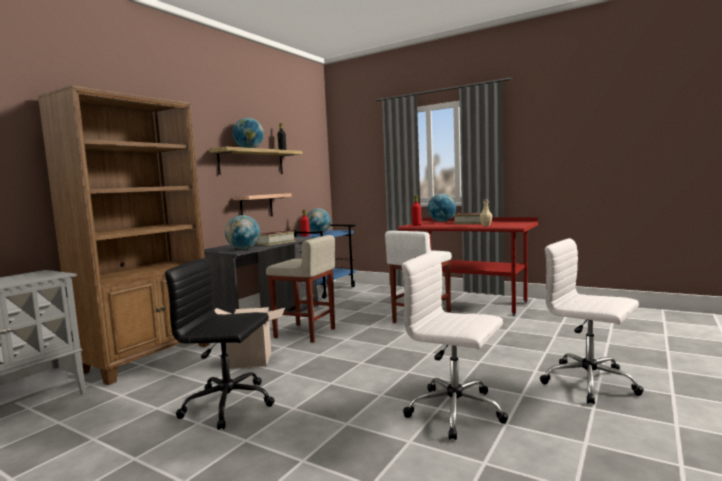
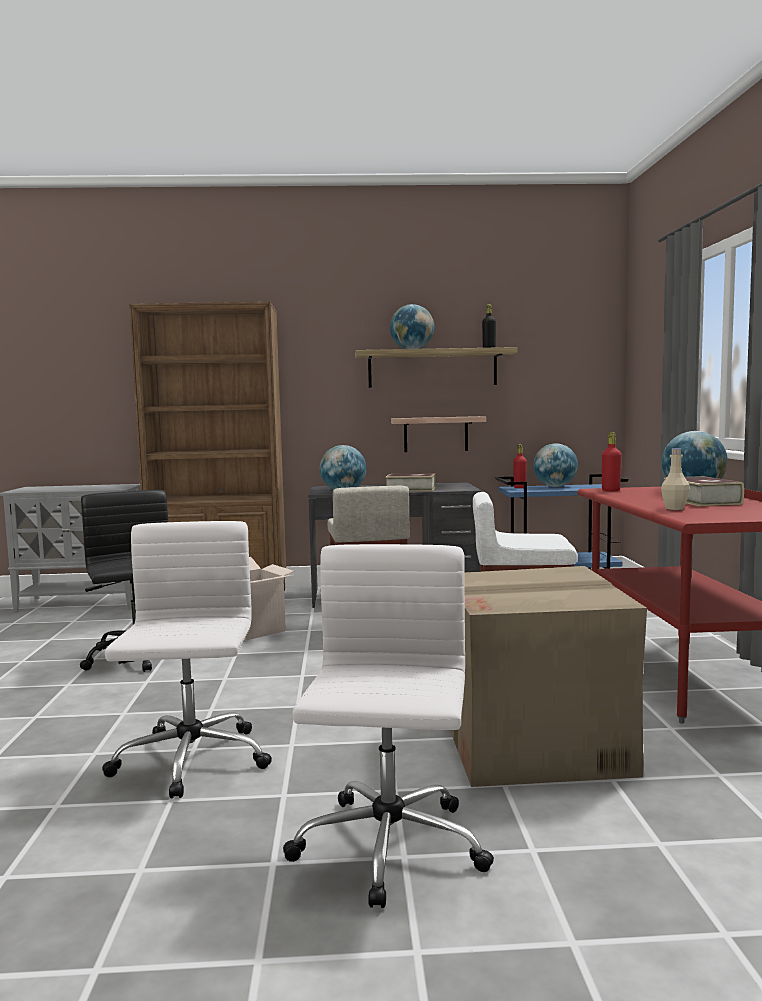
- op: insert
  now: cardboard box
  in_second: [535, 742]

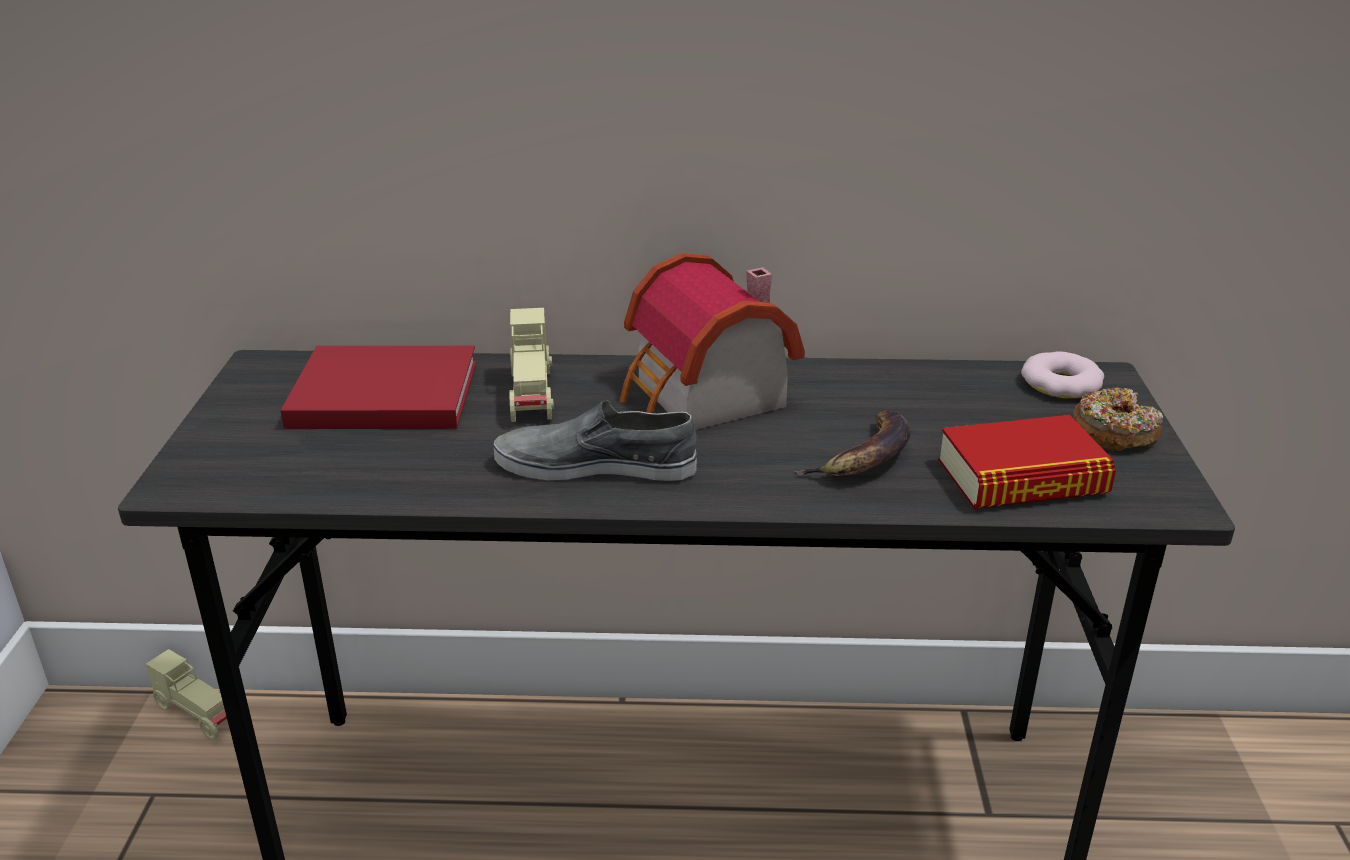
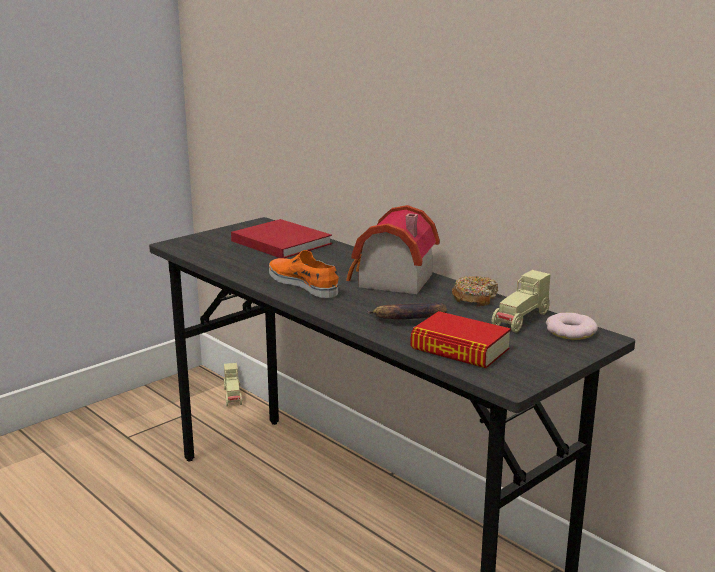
- op: move
  was: beige toy car
  in_first: [532, 396]
  in_second: [521, 320]
- op: move
  was: donut
  in_first: [1114, 432]
  in_second: [474, 298]
- op: recolor
  was: grey shoe
  now: orange shoe
  in_first: [596, 465]
  in_second: [303, 284]

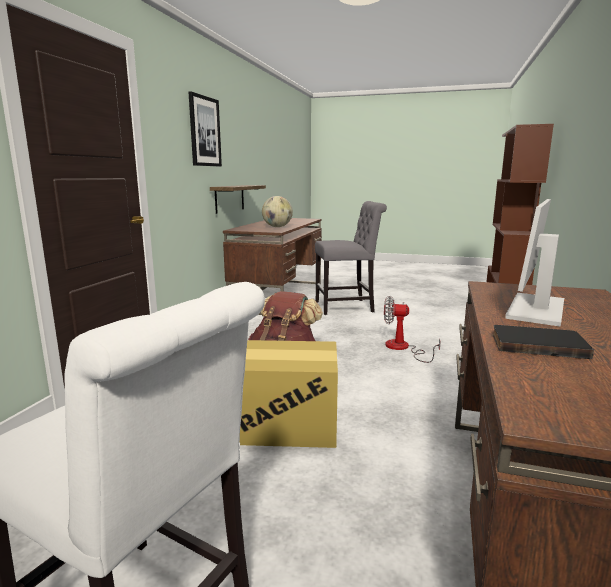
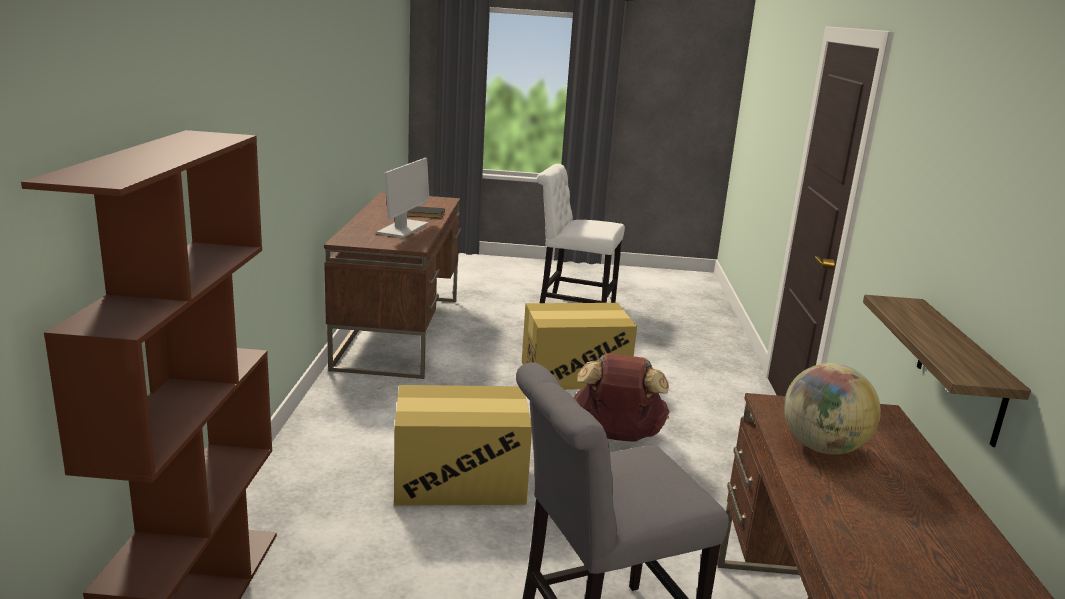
- op: delete
  was: picture
  in_first: [204, 131]
- op: replace
  was: fan
  now: cardboard box
  in_first: [403, 348]
  in_second: [459, 480]

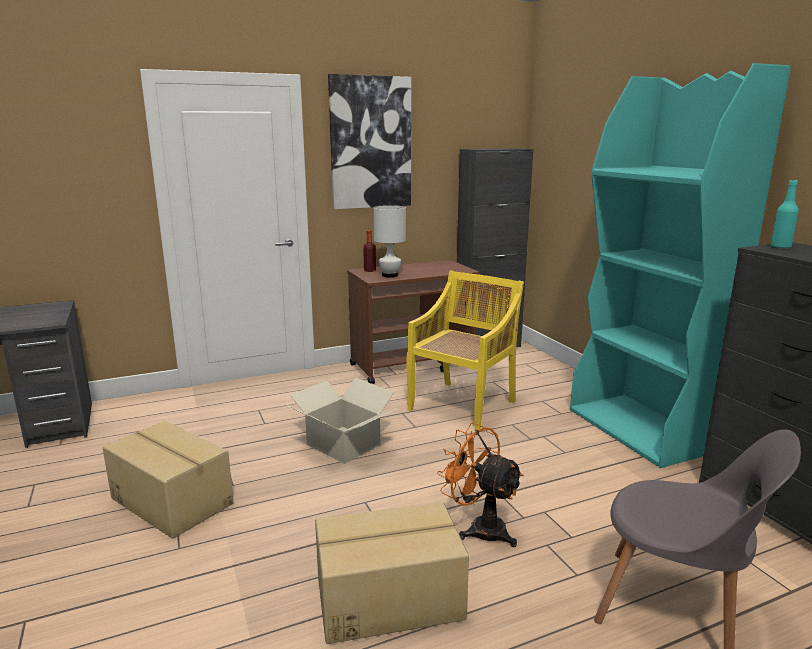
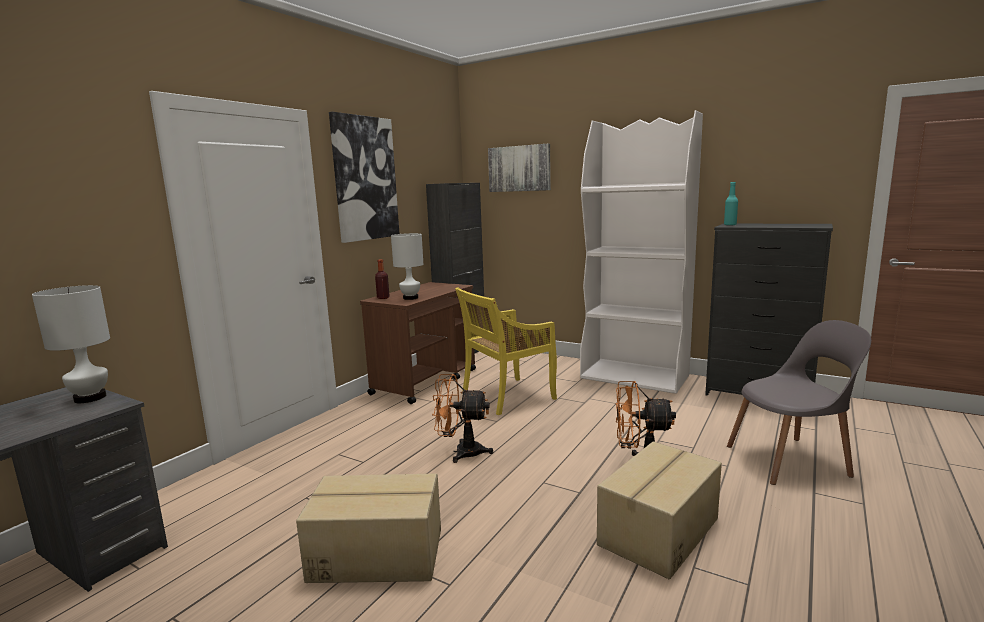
- op: recolor
  was: turquoise bookcase
  now: white bookcase
  in_first: [641, 430]
  in_second: [635, 376]
- op: rotate
  was: yellow chair
  in_first: [463, 405]
  in_second: [507, 396]
  clockwise: -120
- op: replace
  was: cardboard box
  now: orange fan
  in_first: [343, 445]
  in_second: [461, 452]
- op: insert
  now: picture
  in_second: [519, 168]
- op: insert
  now: white table lamp
  in_second: [90, 398]

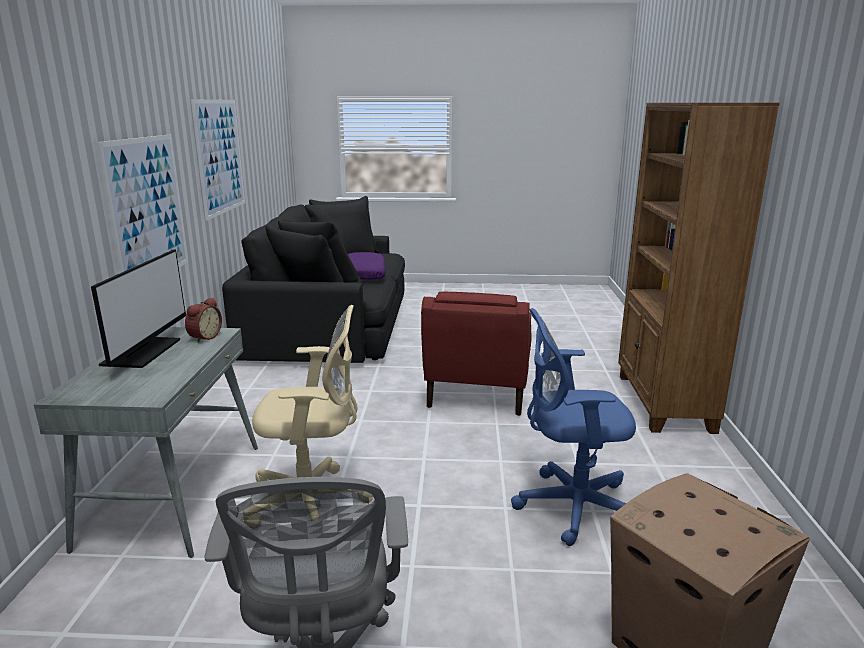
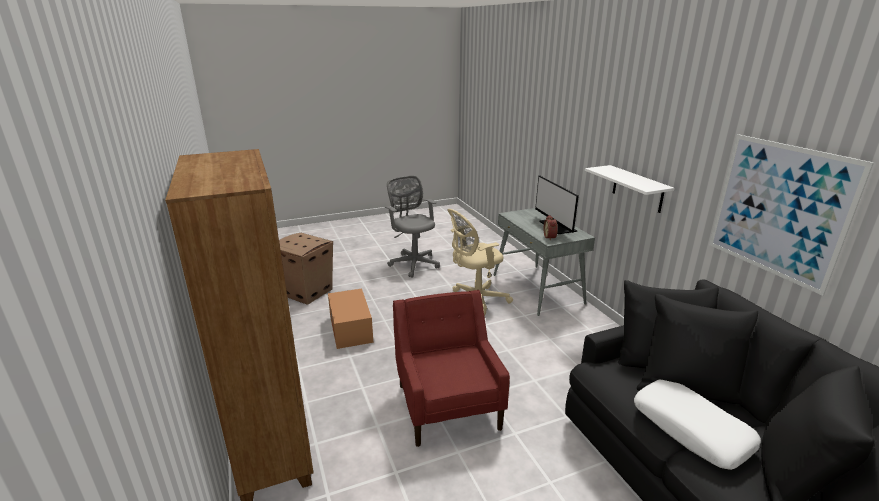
- op: replace
  was: picture
  now: white shelf
  in_first: [148, 210]
  in_second: [637, 189]
- op: recolor
  was: purple pillow
  now: white pillow
  in_first: [364, 274]
  in_second: [691, 429]
- op: replace
  was: blue office chair
  now: cardboard box
  in_first: [571, 507]
  in_second: [351, 329]

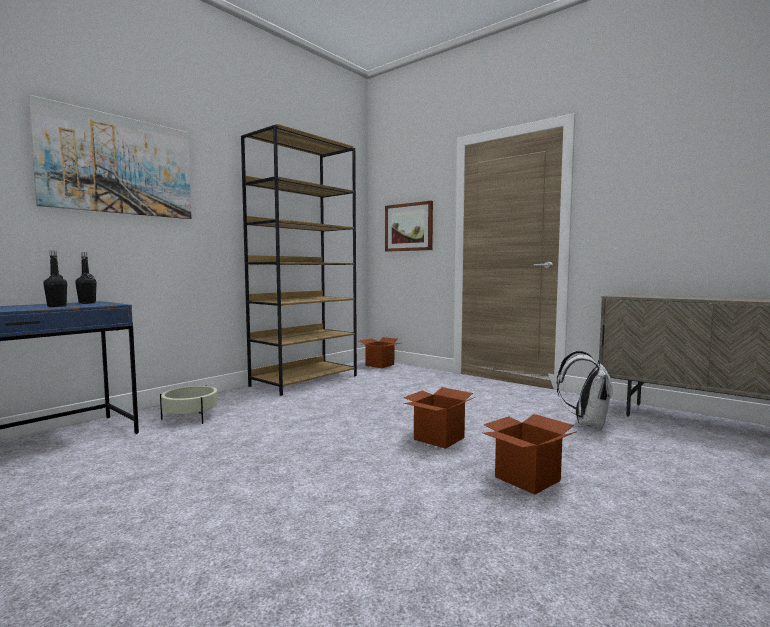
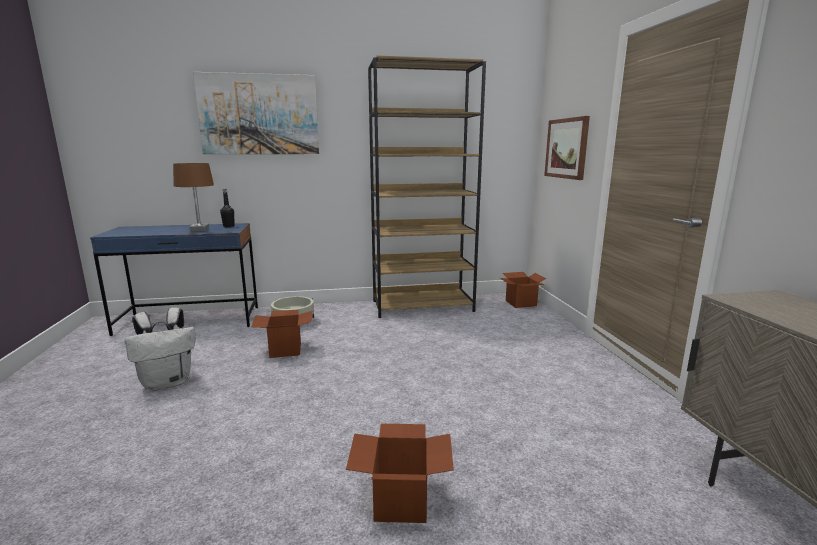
- op: replace
  was: black bottle
  now: brown table lamp
  in_first: [57, 306]
  in_second: [199, 230]
- op: move
  was: white backpack
  in_first: [586, 424]
  in_second: [168, 382]
- op: move
  was: cardboard box
  in_first: [439, 438]
  in_second: [285, 350]

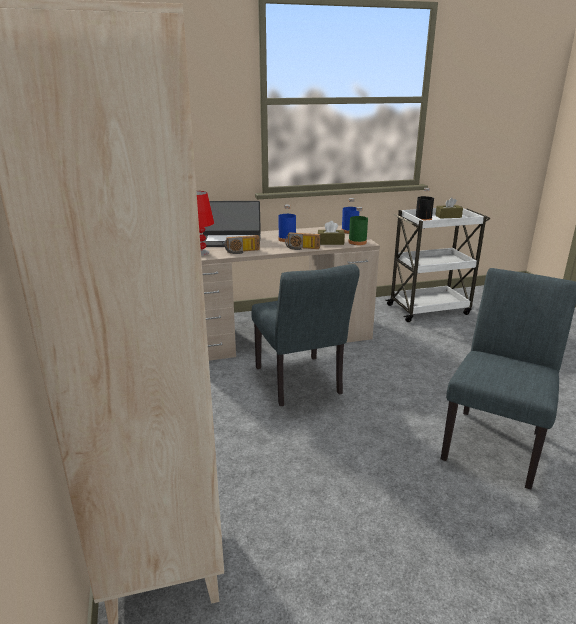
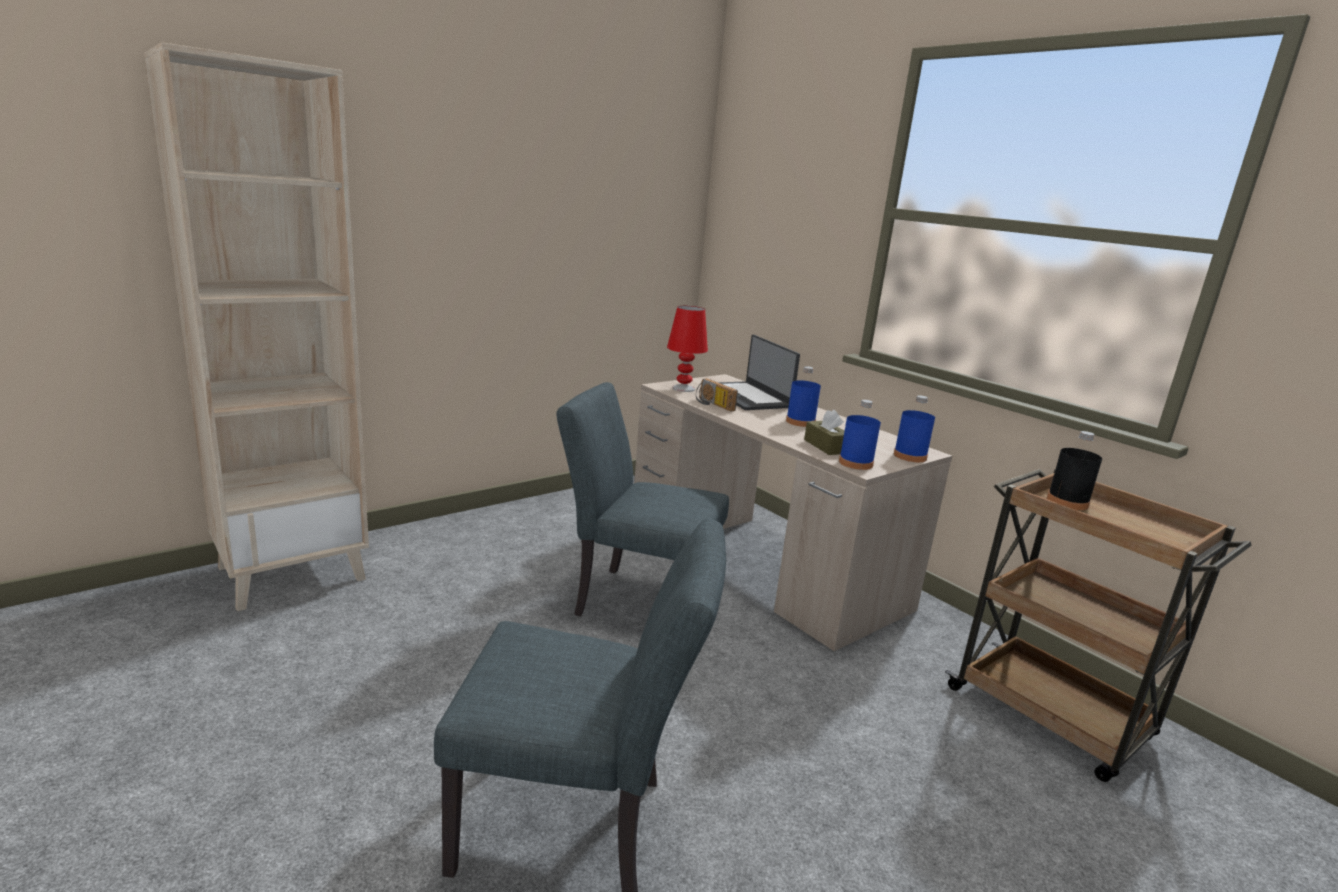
- op: delete
  was: brown tissue box
  in_first: [448, 216]
- op: recolor
  was: white cart
  now: brown cart
  in_first: [429, 309]
  in_second: [1052, 716]
- op: recolor
  was: green bottle
  now: blue bottle
  in_first: [357, 242]
  in_second: [855, 463]
- op: delete
  was: radio
  in_first: [302, 248]
- op: rotate
  was: grey chair
  in_first: [300, 384]
  in_second: [635, 601]
  clockwise: 60

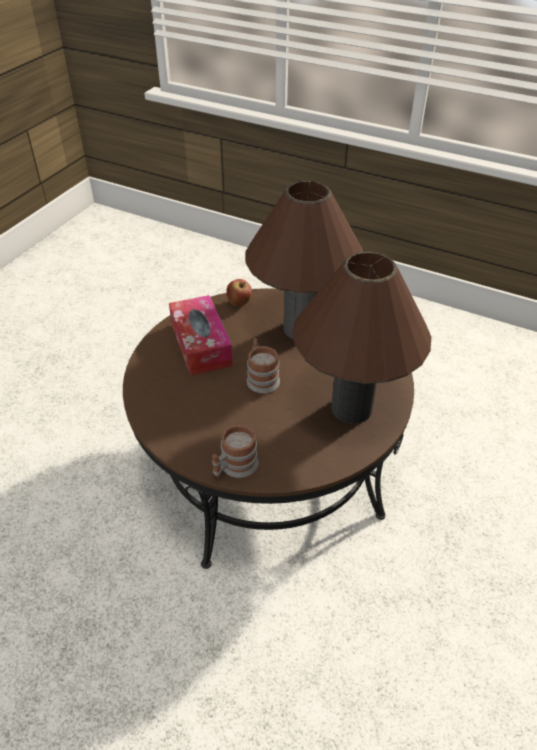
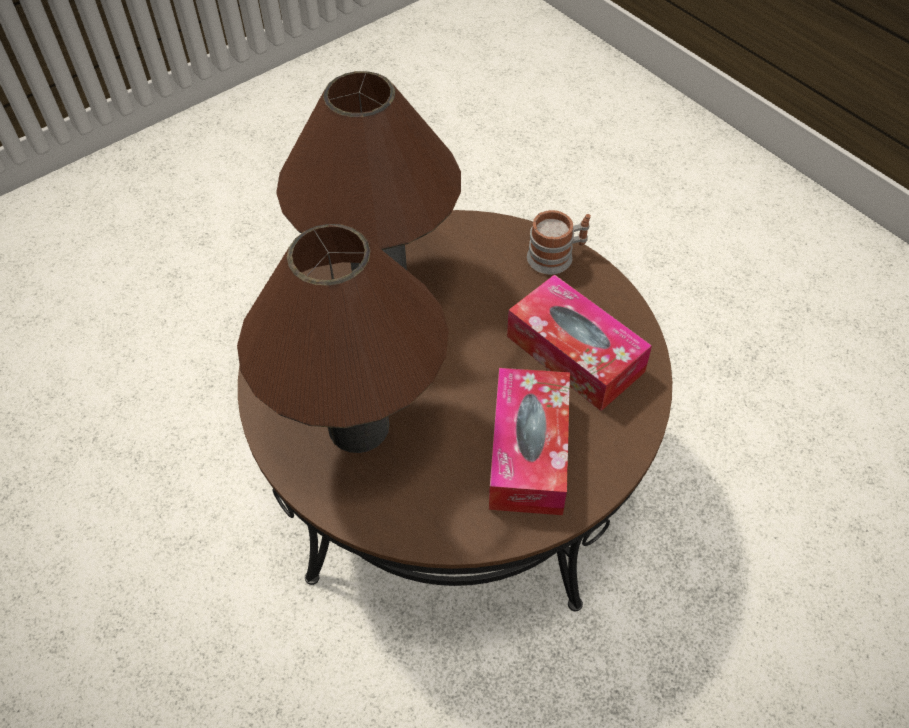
- op: delete
  was: apple
  in_first: [239, 303]
- op: delete
  was: mug
  in_first: [261, 378]
- op: insert
  now: tissue box
  in_second: [575, 354]

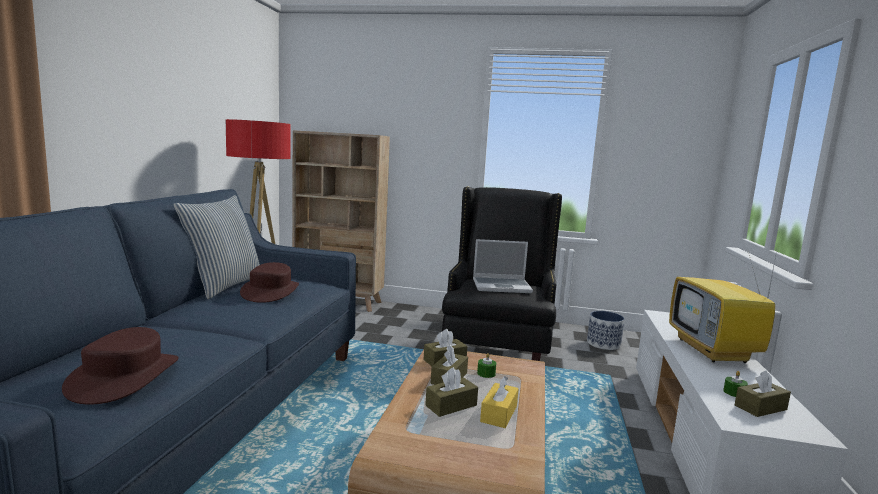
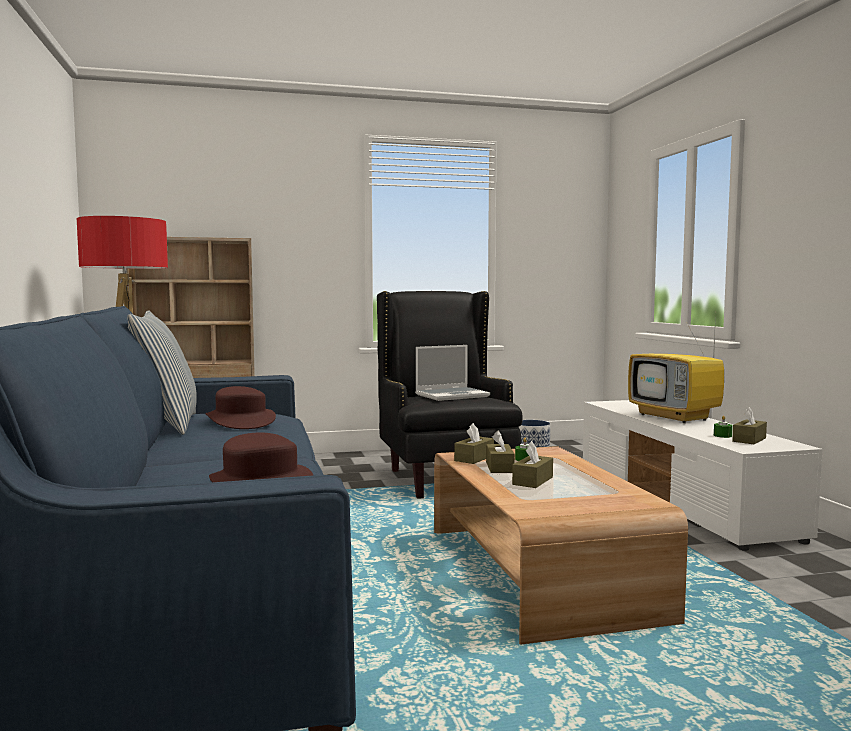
- op: delete
  was: yellow tissue box
  in_first: [499, 414]

